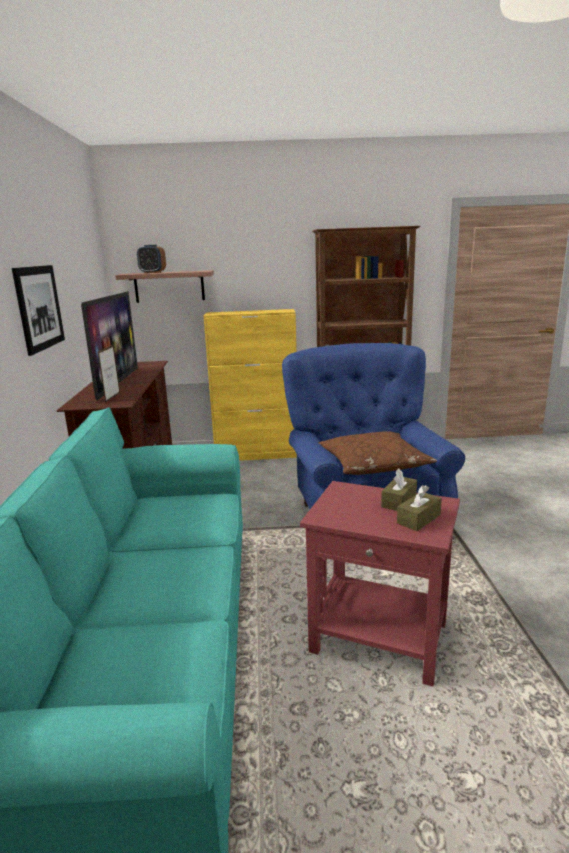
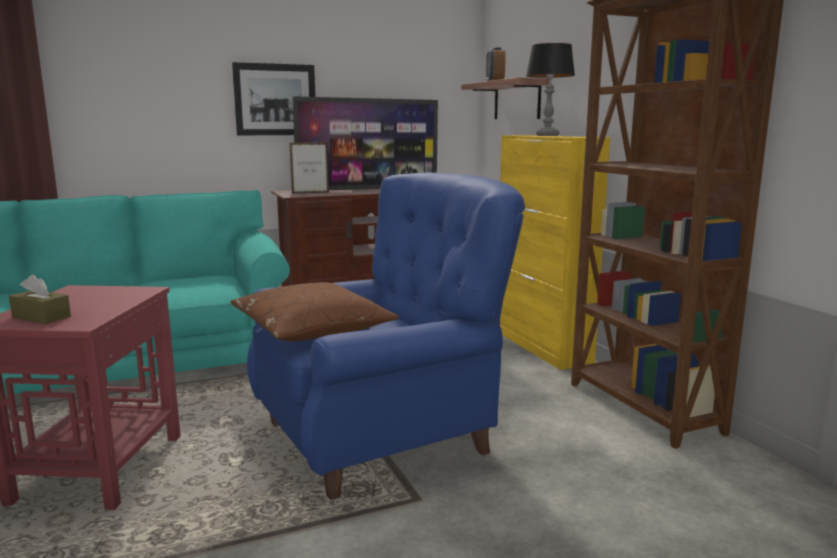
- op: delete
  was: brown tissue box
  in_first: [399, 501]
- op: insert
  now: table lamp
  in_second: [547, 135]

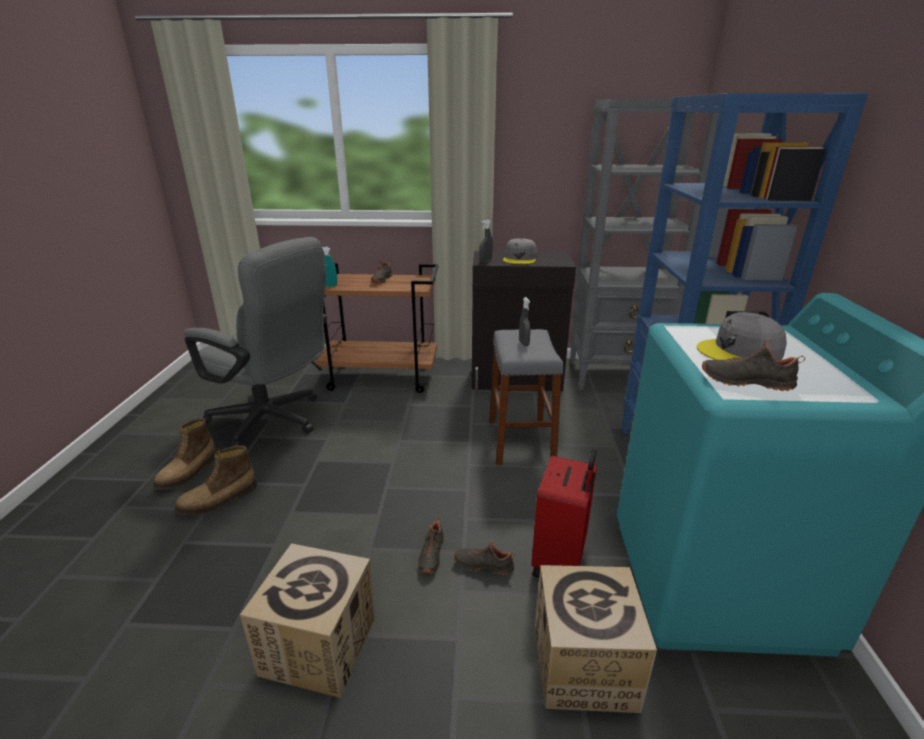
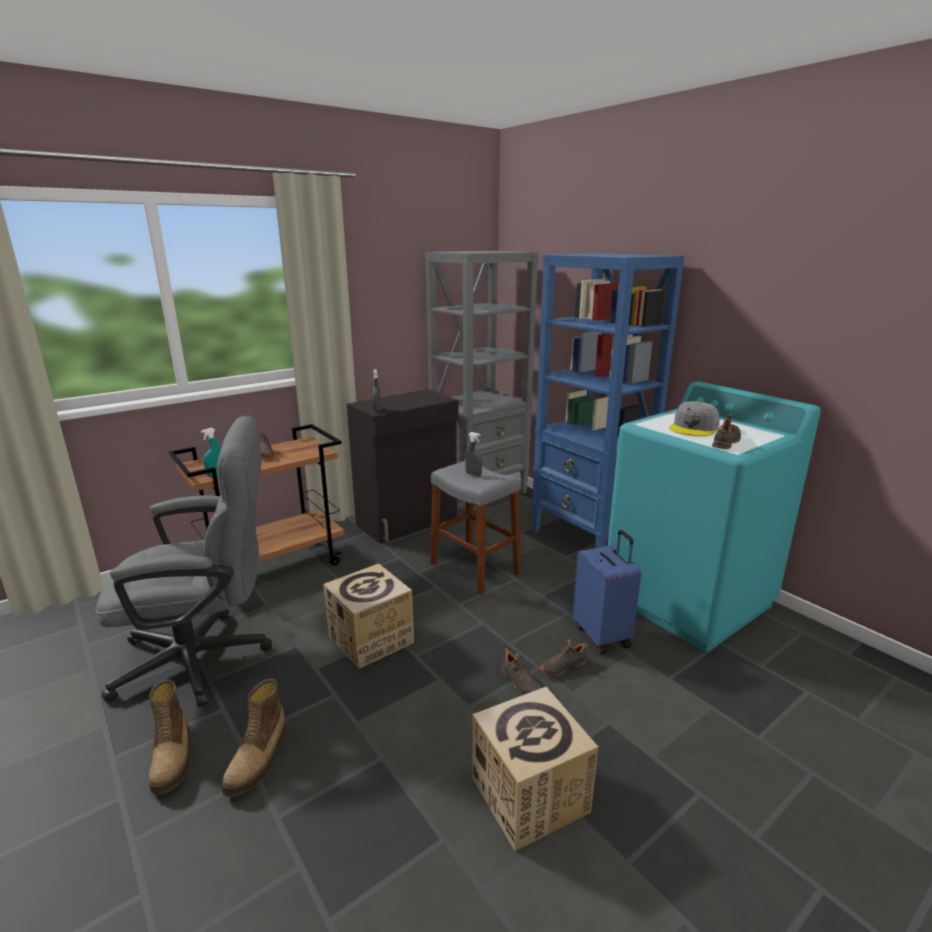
- op: delete
  was: grey cap
  in_first: [520, 259]
- op: rotate
  was: black shoe
  in_first: [745, 381]
  in_second: [727, 442]
  clockwise: 150
- op: recolor
  was: red suitcase
  now: blue suitcase
  in_first: [560, 560]
  in_second: [603, 635]
- op: move
  was: cardboard box
  in_first: [583, 665]
  in_second: [371, 639]

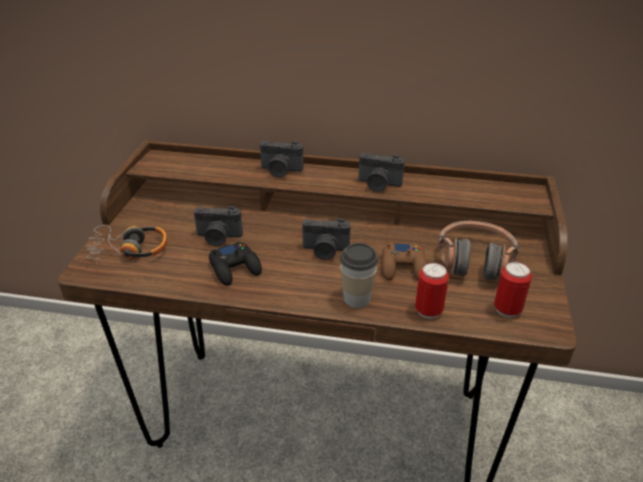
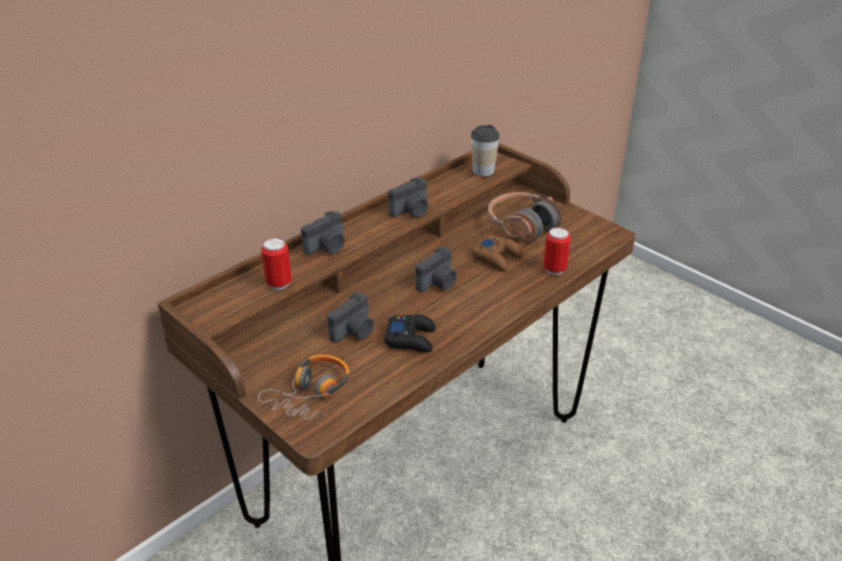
- op: move
  was: cup
  in_first: [357, 298]
  in_second: [483, 171]
- op: move
  was: can
  in_first: [507, 310]
  in_second: [279, 283]

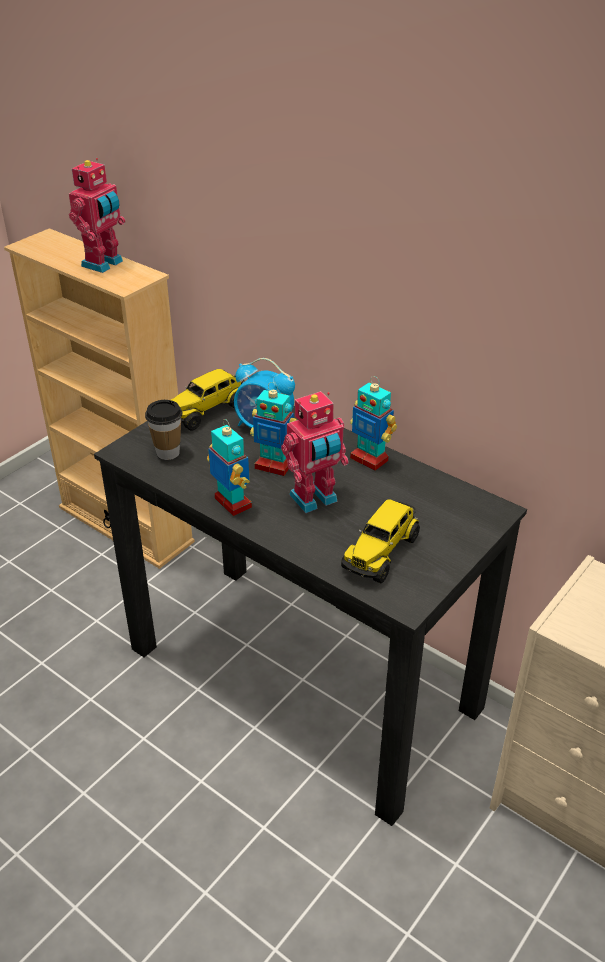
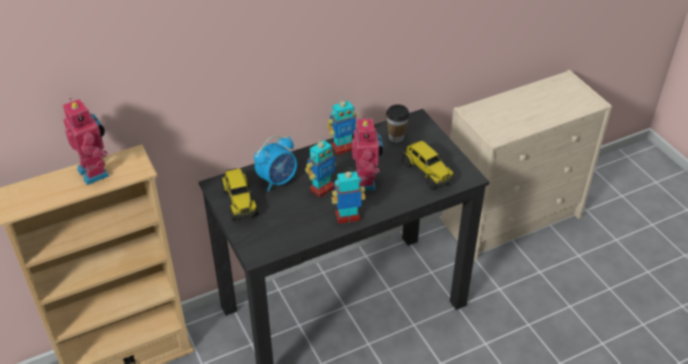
- op: move
  was: cup
  in_first: [168, 453]
  in_second: [396, 138]

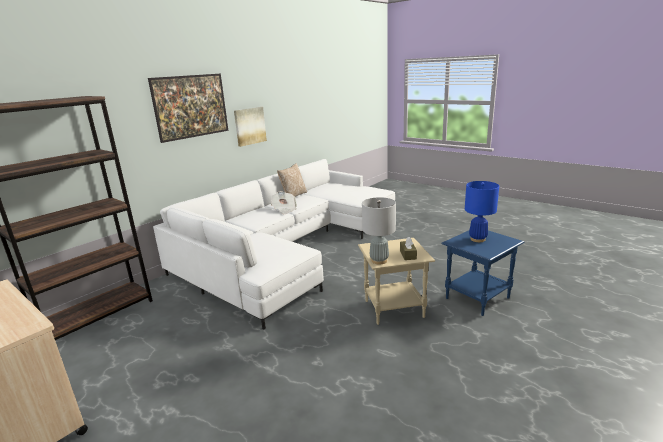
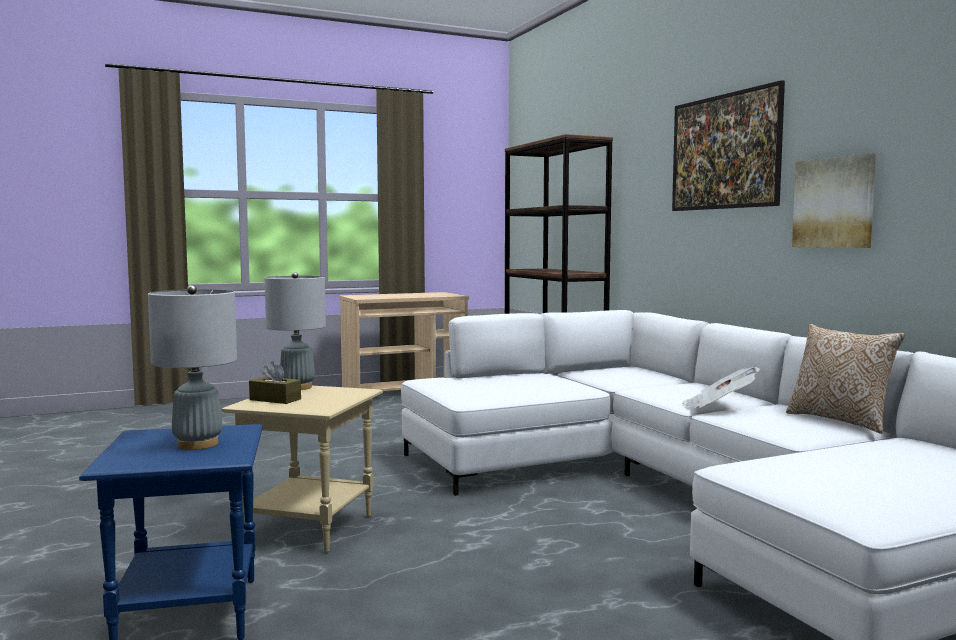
- op: recolor
  was: blue table lamp
  now: grey table lamp
  in_first: [477, 239]
  in_second: [197, 444]

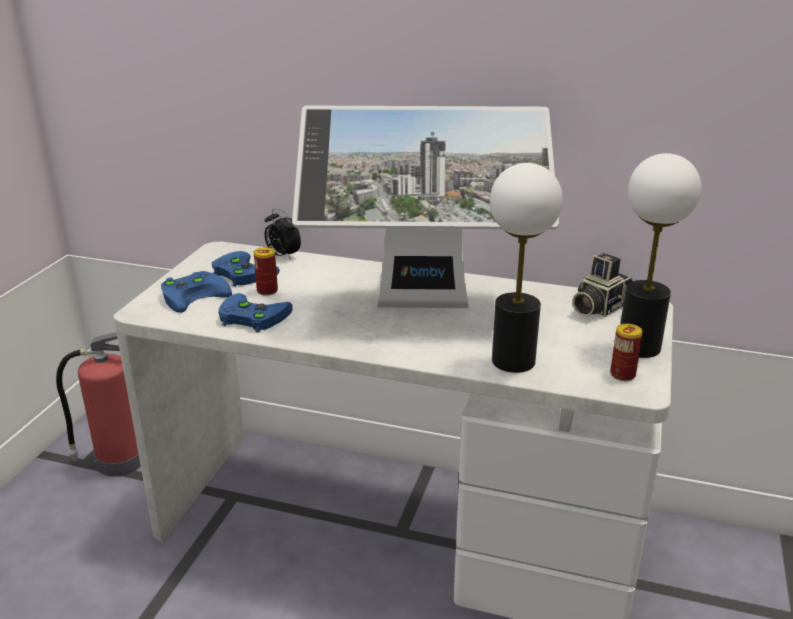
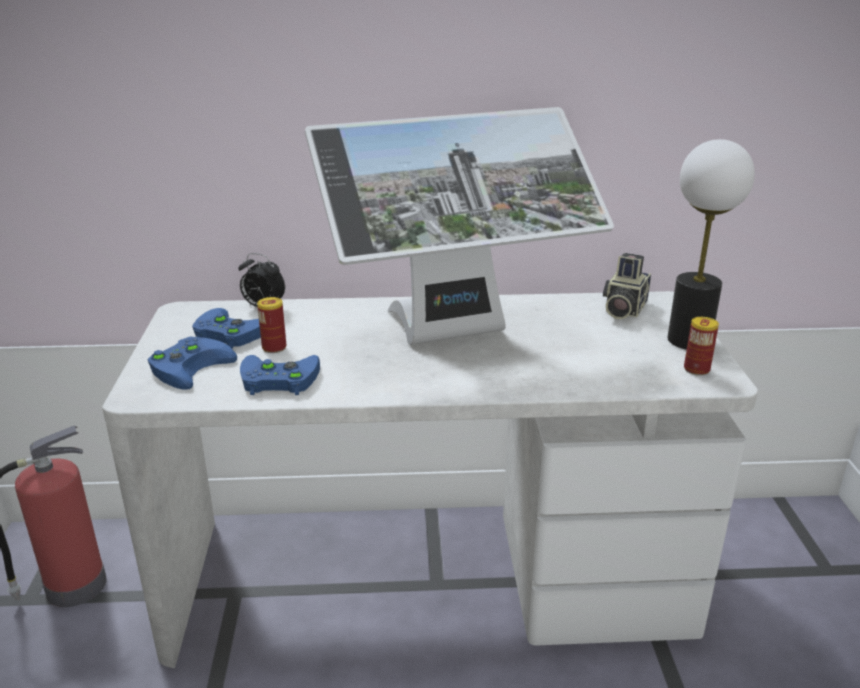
- op: delete
  was: table lamp
  in_first: [514, 361]

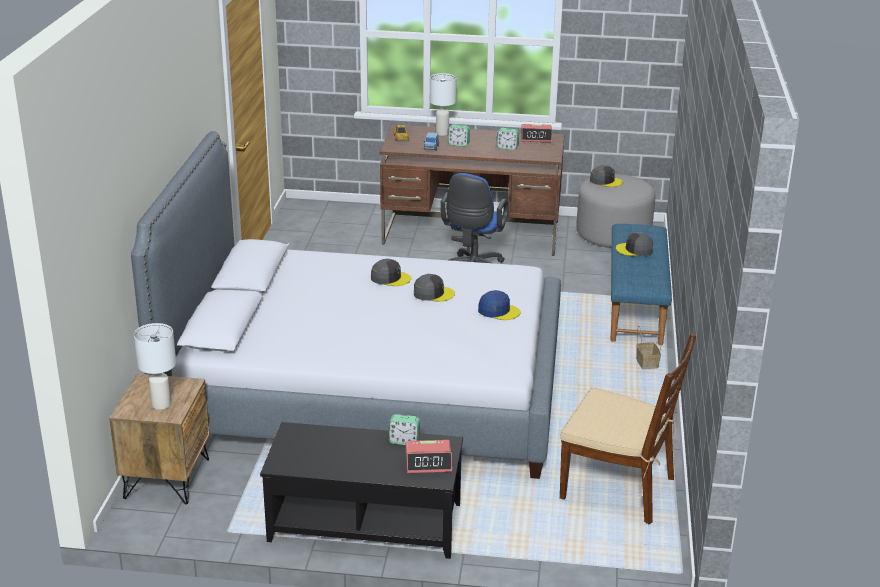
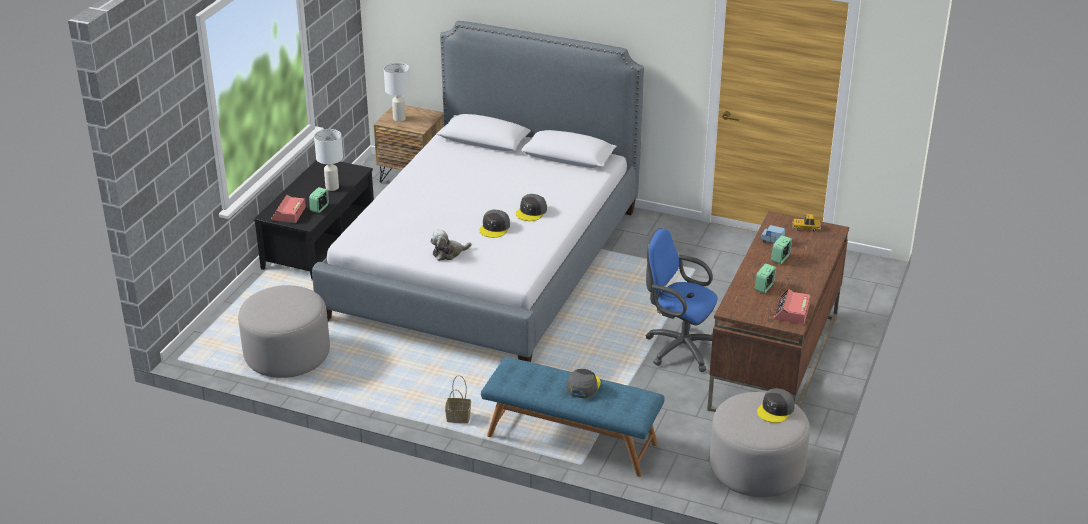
- op: move
  was: white table lamp
  in_first: [441, 133]
  in_second: [332, 187]
- op: replace
  was: blue cap
  now: plush toy
  in_first: [498, 311]
  in_second: [448, 253]
- op: replace
  was: brown chair
  now: grey ottoman
  in_first: [619, 489]
  in_second: [287, 355]

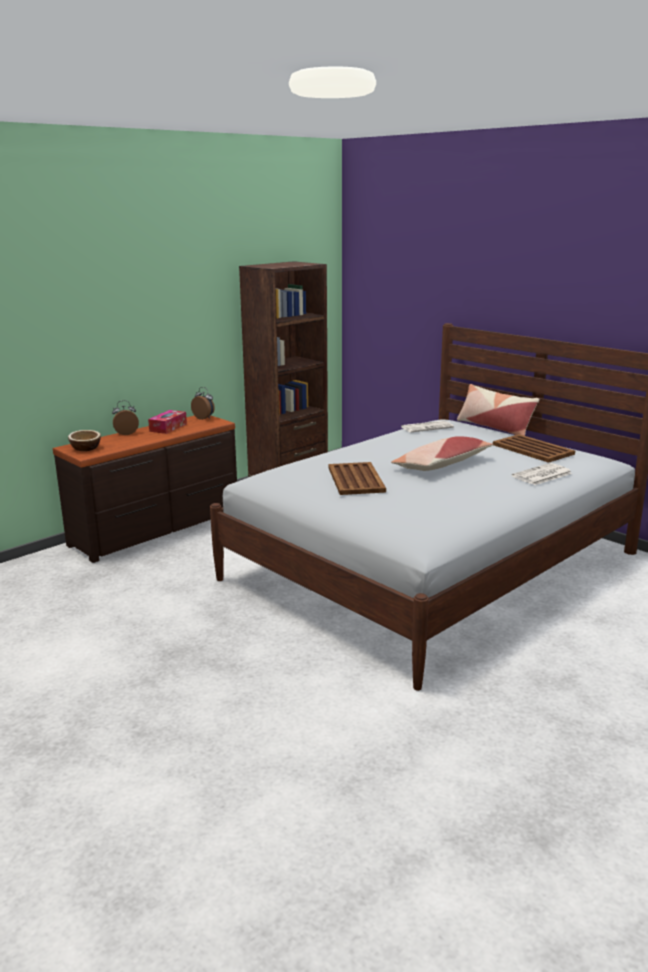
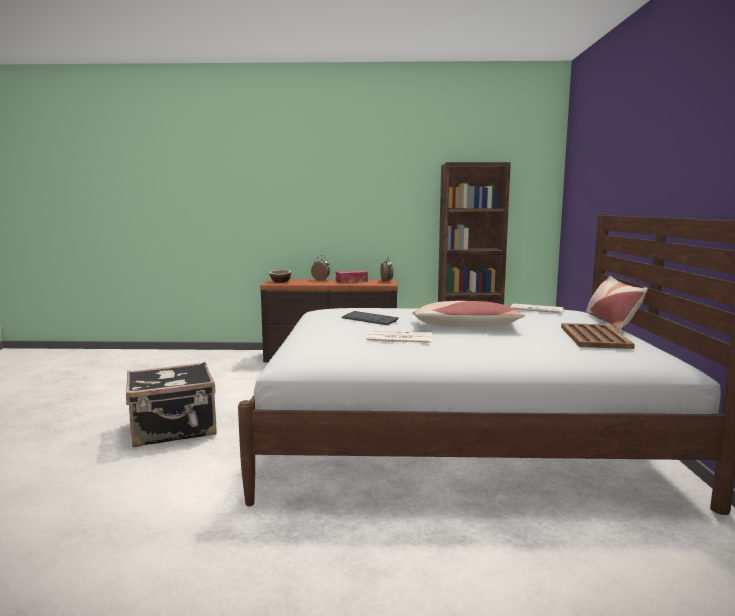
- op: replace
  was: brown tray
  now: keyboard
  in_first: [356, 479]
  in_second: [369, 319]
- op: move
  was: newspaper
  in_first: [542, 475]
  in_second: [398, 339]
- op: insert
  now: black suitcase
  in_second: [174, 430]

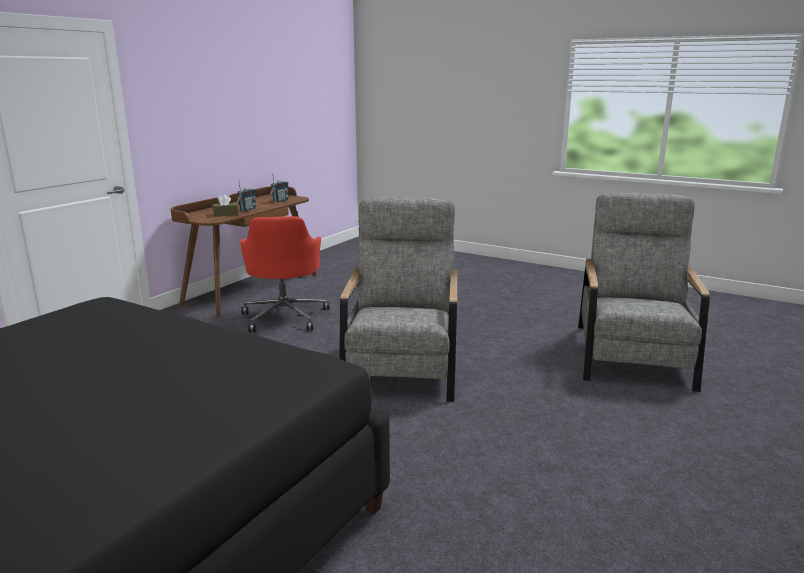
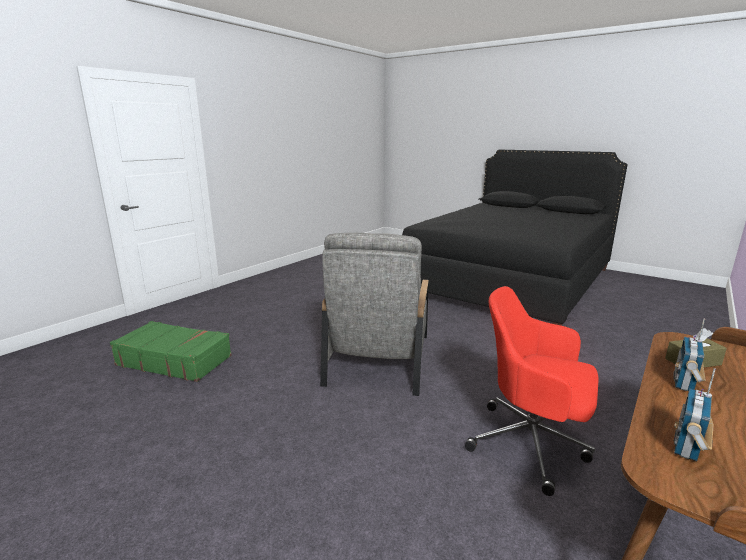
- op: replace
  was: grey armchair
  now: green suitcase
  in_first: [633, 356]
  in_second: [174, 360]
- op: rotate
  was: red office chair
  in_first: [285, 316]
  in_second: [531, 444]
  clockwise: -60

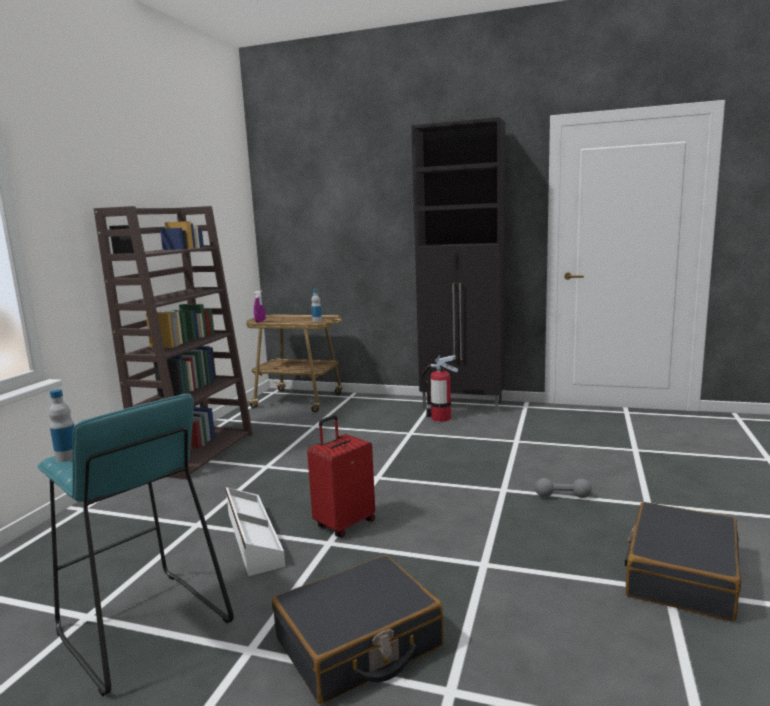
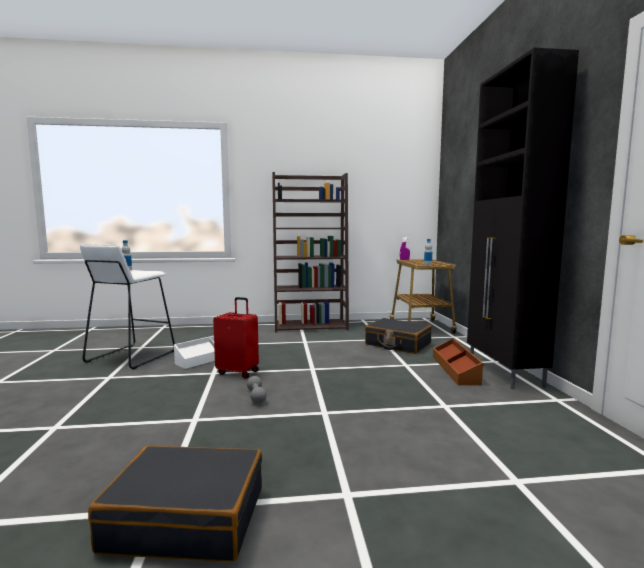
- op: replace
  was: fire extinguisher
  now: brown storage box
  in_first: [440, 418]
  in_second: [456, 369]
- op: recolor
  was: turquoise stool
  now: white stool
  in_first: [143, 628]
  in_second: [130, 357]
- op: move
  was: grey dumbbell
  in_first: [562, 496]
  in_second: [256, 396]
- op: move
  was: black suitcase
  in_first: [358, 644]
  in_second: [397, 344]

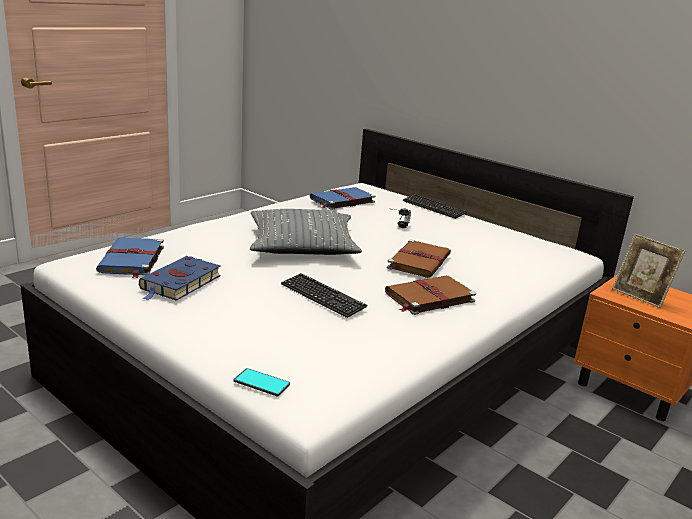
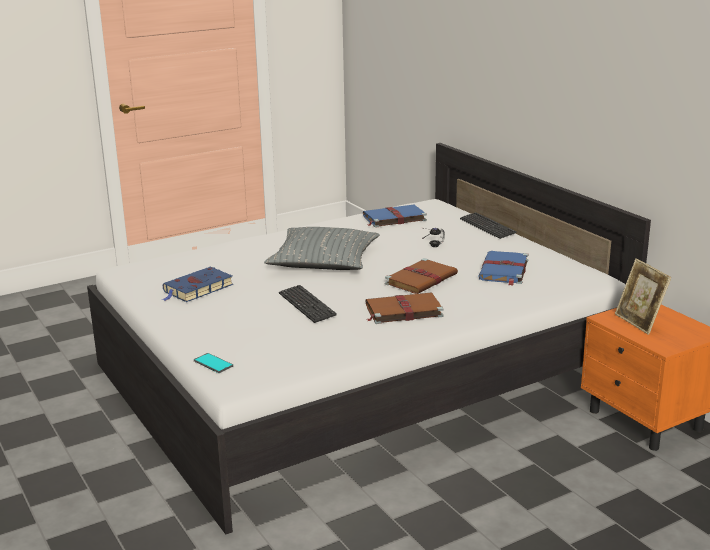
- op: move
  was: blue book
  in_first: [131, 260]
  in_second: [503, 270]

